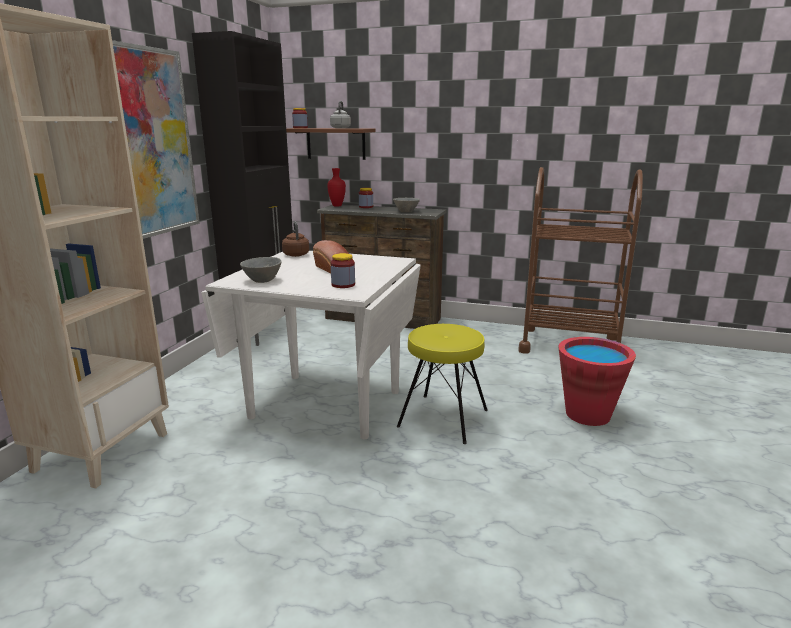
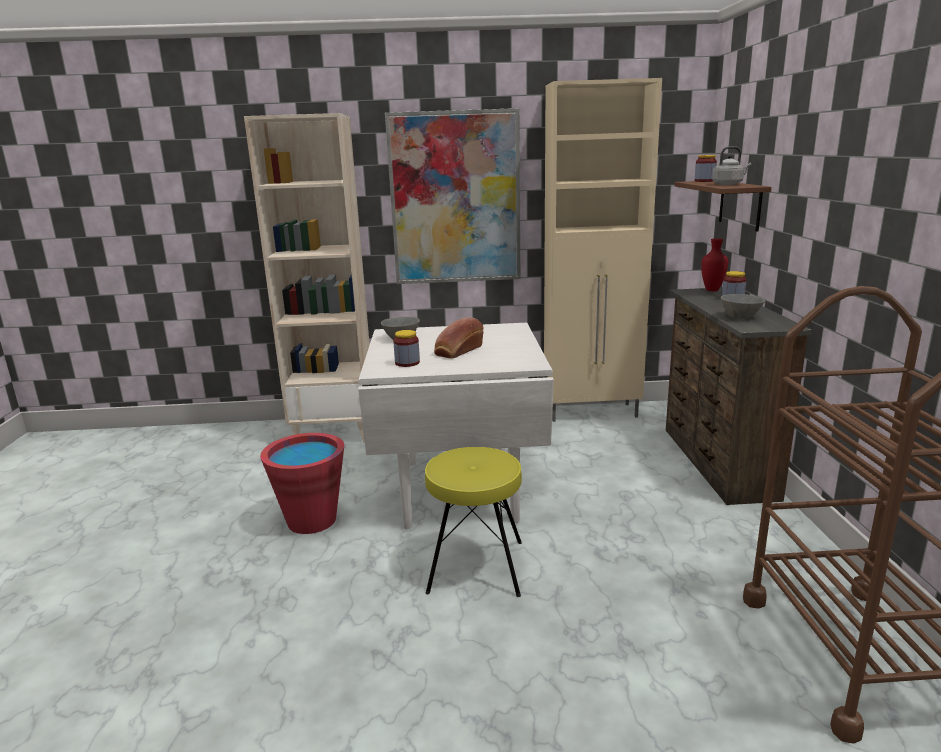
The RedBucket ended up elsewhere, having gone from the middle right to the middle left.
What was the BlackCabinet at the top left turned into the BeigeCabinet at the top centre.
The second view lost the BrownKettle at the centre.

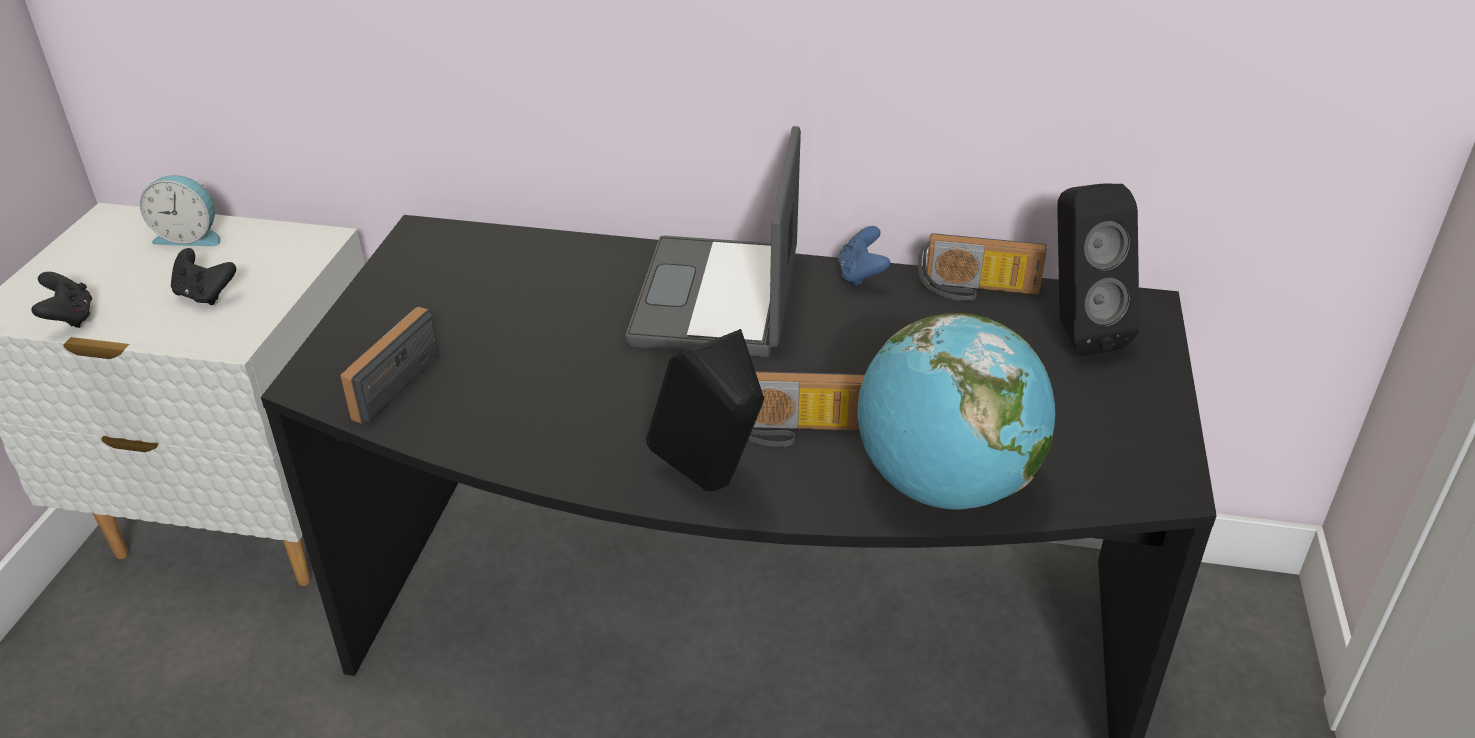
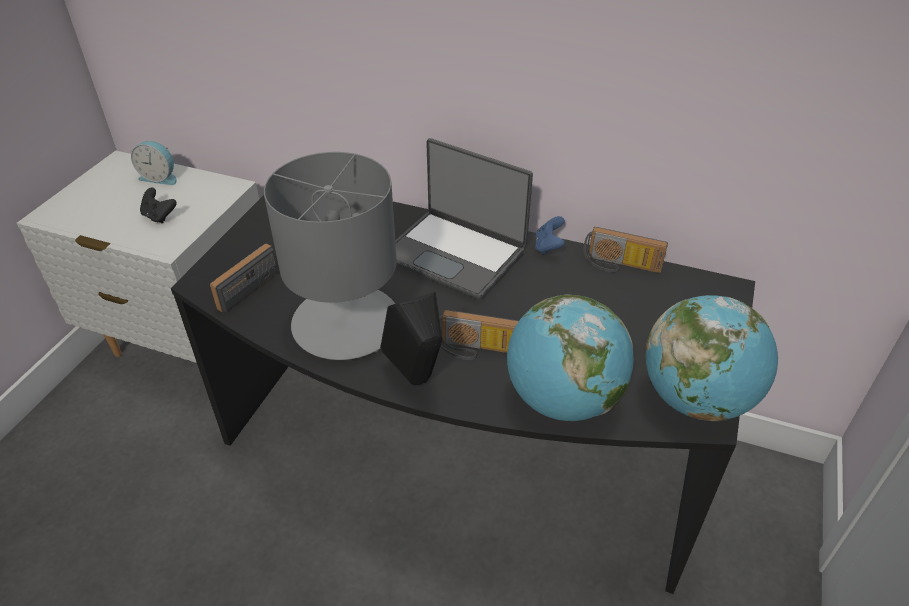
The second view gained the GreyTableLamp at the centre.
The Laptop at the top centre ended up facing another way, 75 degrees counterclockwise from before.
The second view gained the Globe (2nd from left) at the middle right.
The second view lost the BlackGameController (1st from left) at the middle left.
The second view lost the BlackSpeaker (2nd from left) at the middle right.

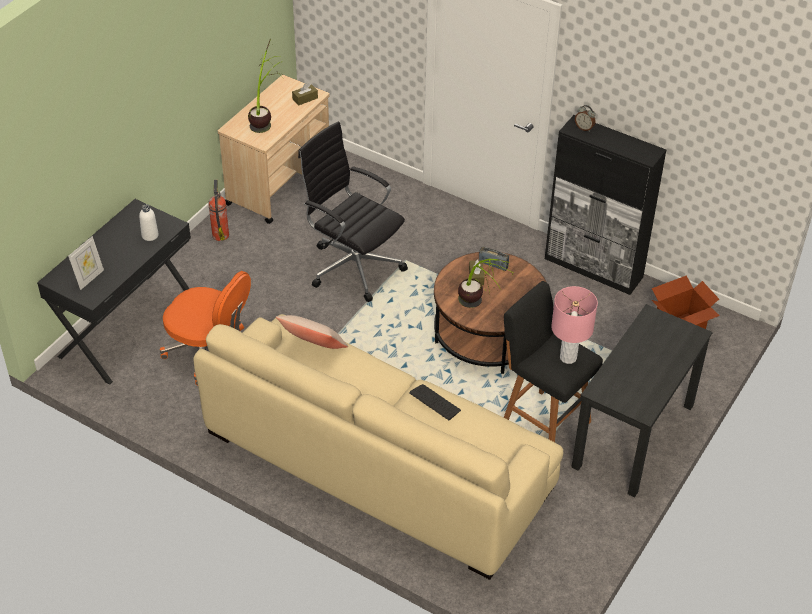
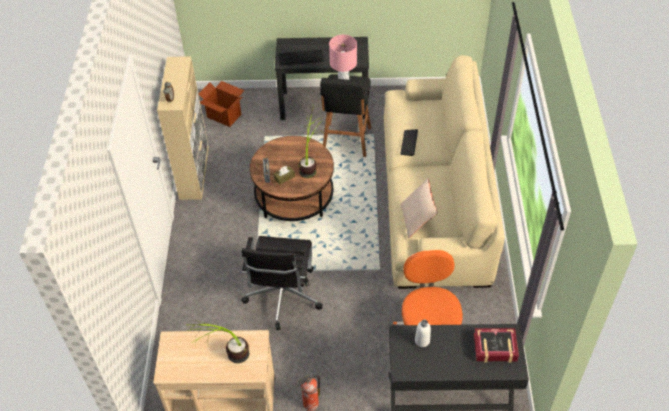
What was the BlackCabinet at the middle right turned into the BeigeCabinet at the top left.
The second view gained the Keyboard (1st from left) at the top centre.
Where the PictureFrame stood at the middle left, the Book came to stand at the bottom right.
The second view lost the BrownTissueBox (1st from left) at the top centre.

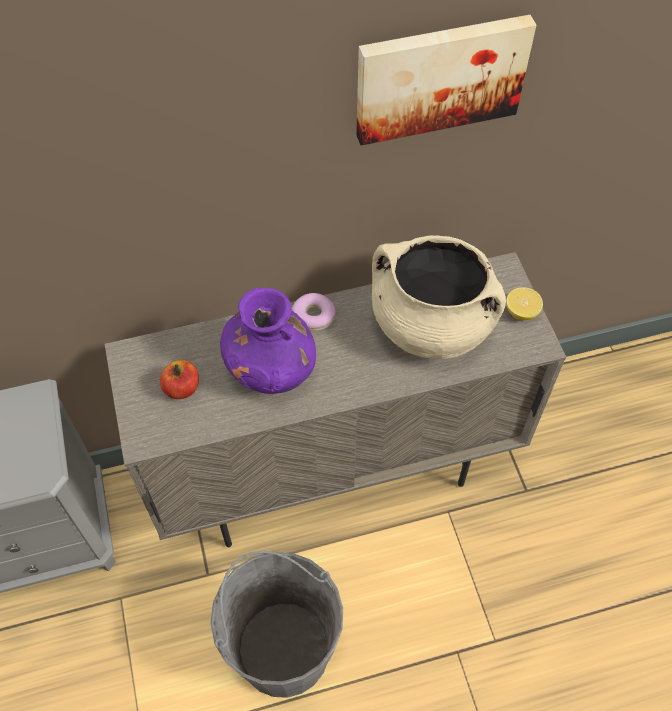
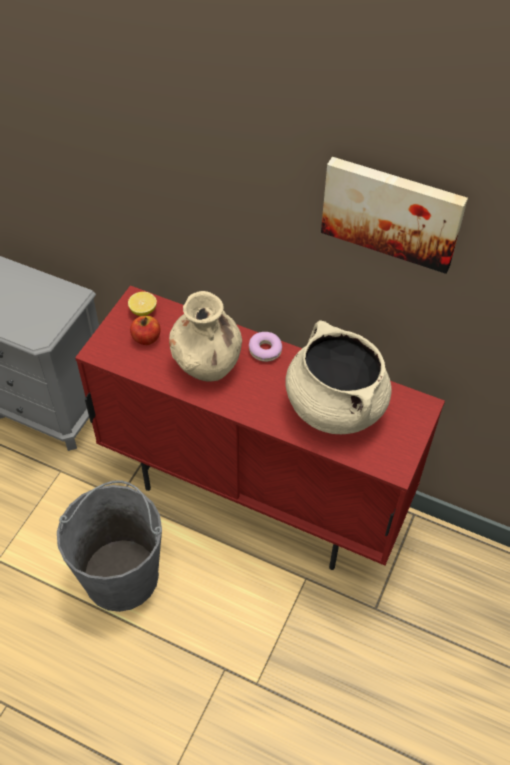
What was the BeigeCabinet at the centre turned into the RedCabinet at the centre.
The Lemon ended up elsewhere, having gone from the middle right to the middle left.
What was the PurpleVase at the centre turned into the BeigeVase at the centre.

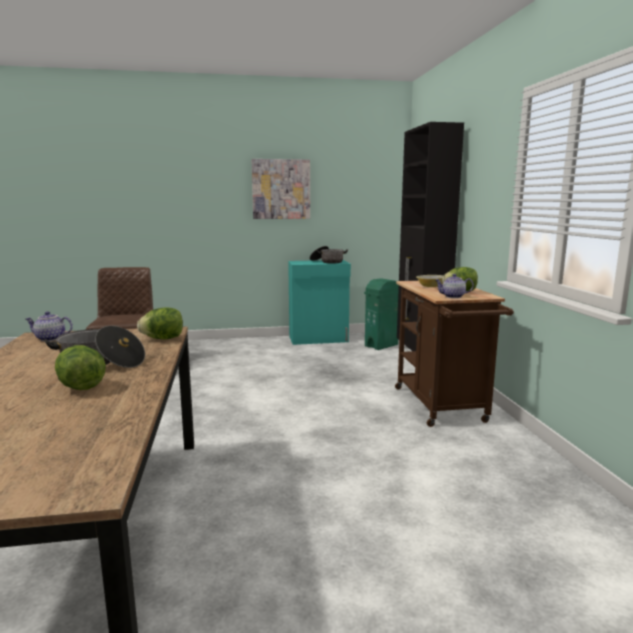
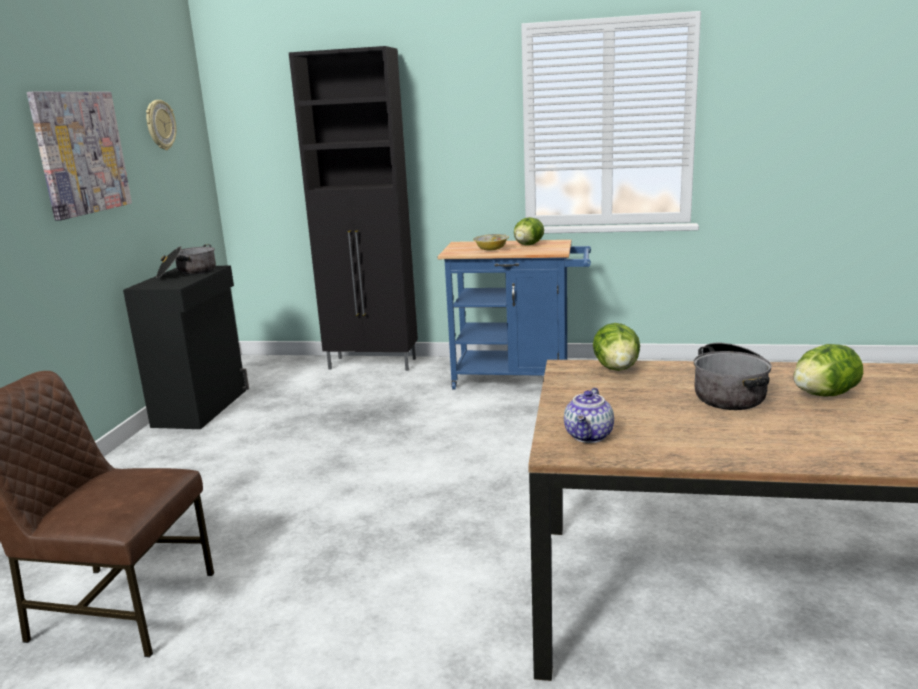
What was the TurquoiseCabinet at the centre turned into the BlackCabinet (1st from left) at the middle left.
The second view gained the WallClock at the top left.
What was the BrownCart at the middle right turned into the BlueCart at the centre.
The second view lost the GreenTrashCan at the centre.
The second view lost the Teapot (2nd from left) at the middle right.

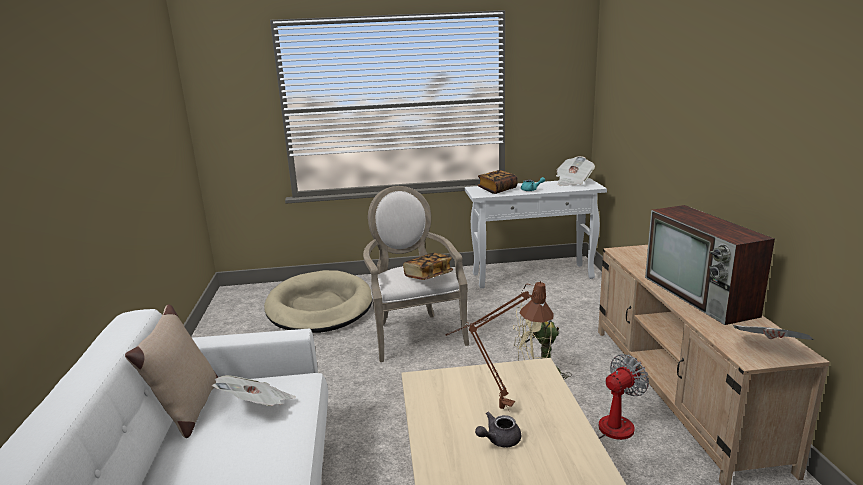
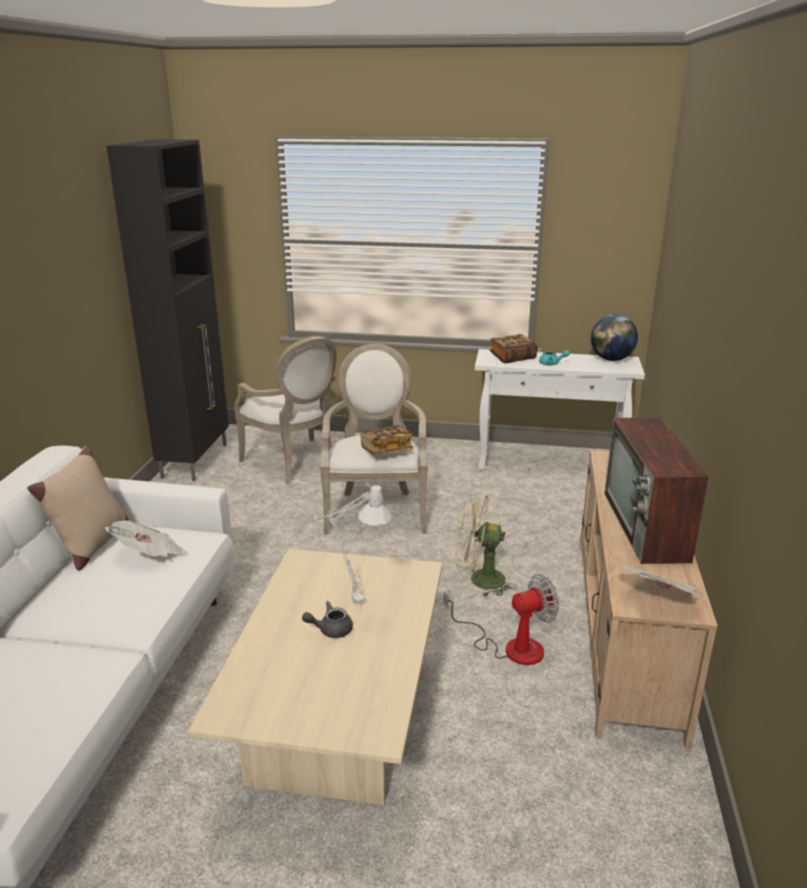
The second view gained the BlackCabinet at the middle left.
Where the BeigeDogBed stood at the centre, the Armchair (1st from left) came to stand at the centre.
What was the BrownTableLamp at the bottom centre turned into the GreyTableLamp at the centre.
Where the Newspaper (2nd from left) stood at the centre, the Globe came to stand at the middle right.

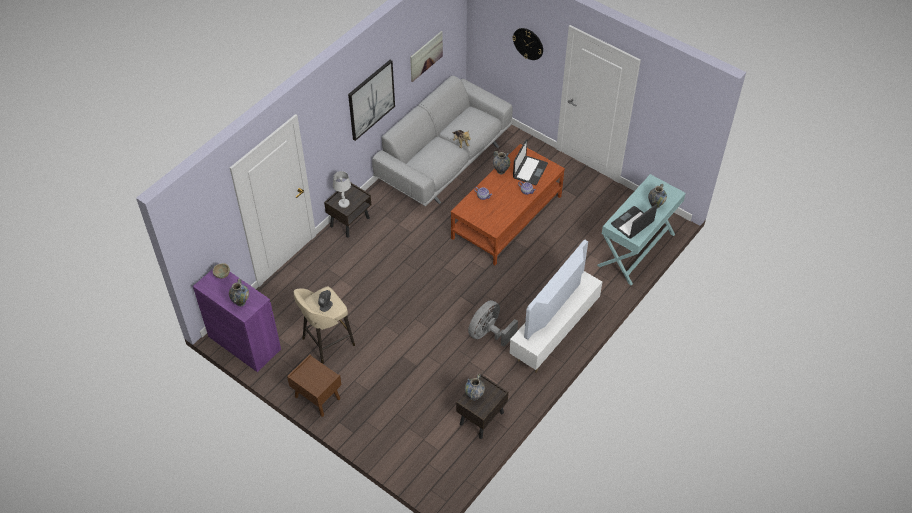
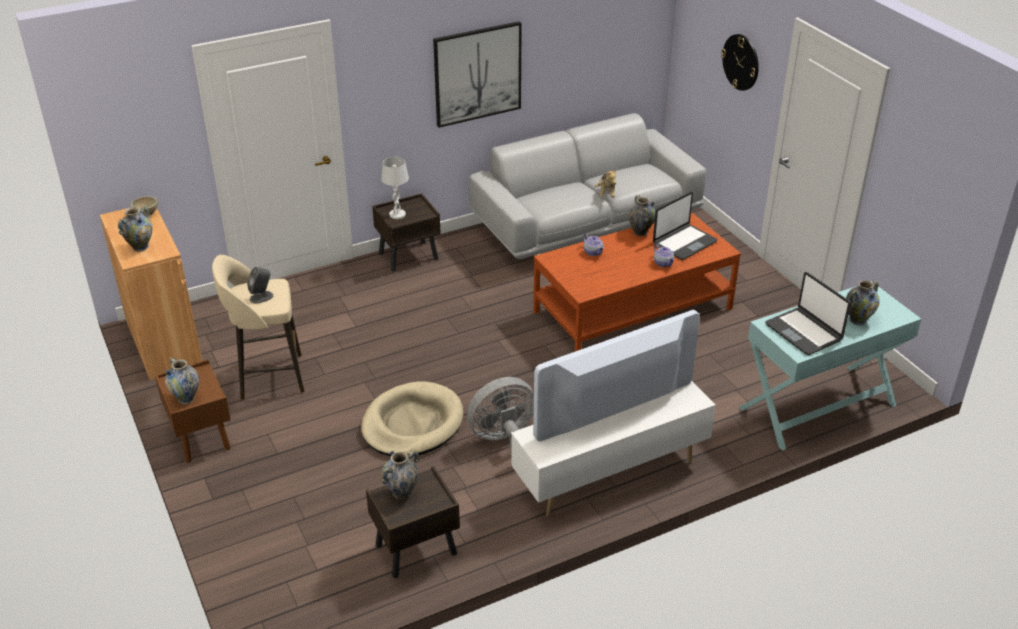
What was the PurpleCabinet at the middle left turned into the BrownCabinet at the middle left.
The second view gained the Vase (2nd from left) at the middle left.
The second view gained the BeigeDogBed at the centre.
The Laptop (2nd from left) at the middle right ended up facing another way, 105 degrees counterclockwise from before.
The second view lost the Picture (2nd from left) at the top centre.

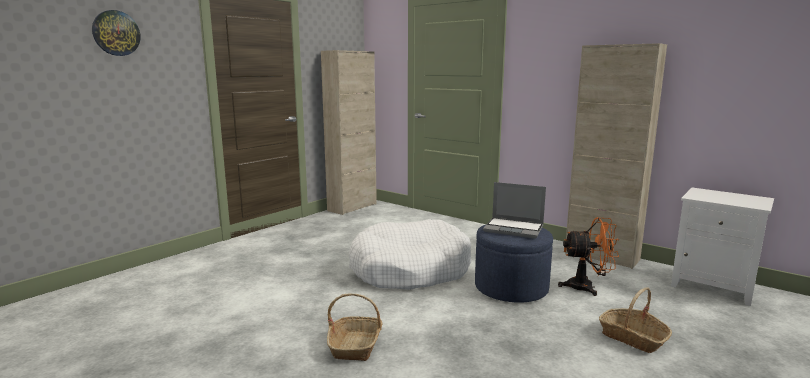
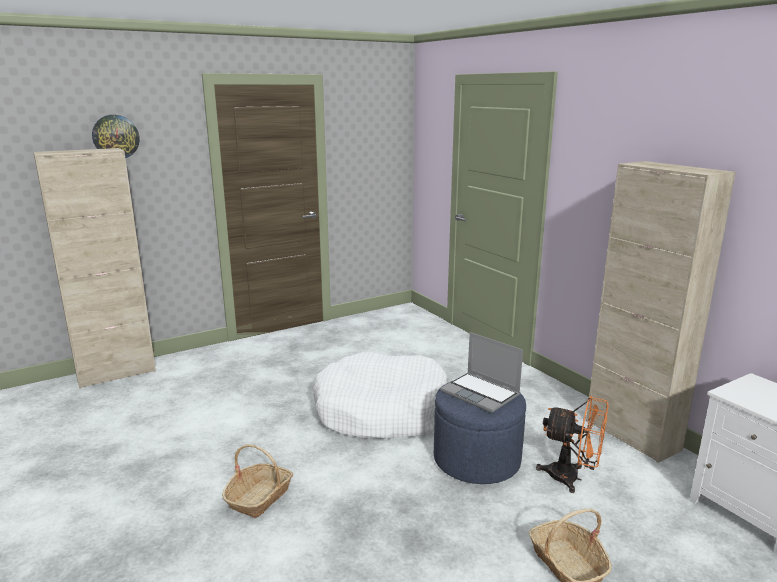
The BeigeCabinet (1st from left) ended up elsewhere, having gone from the centre to the middle left.

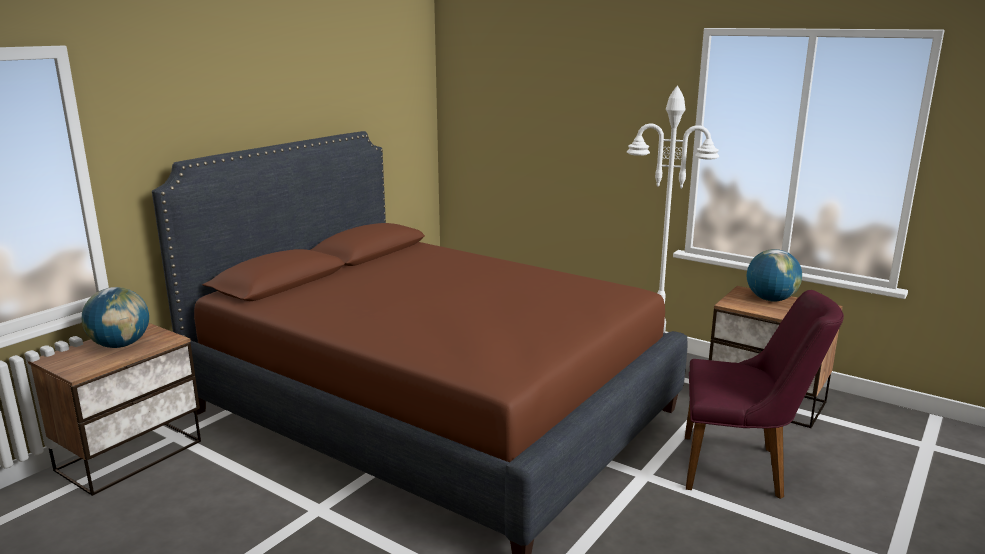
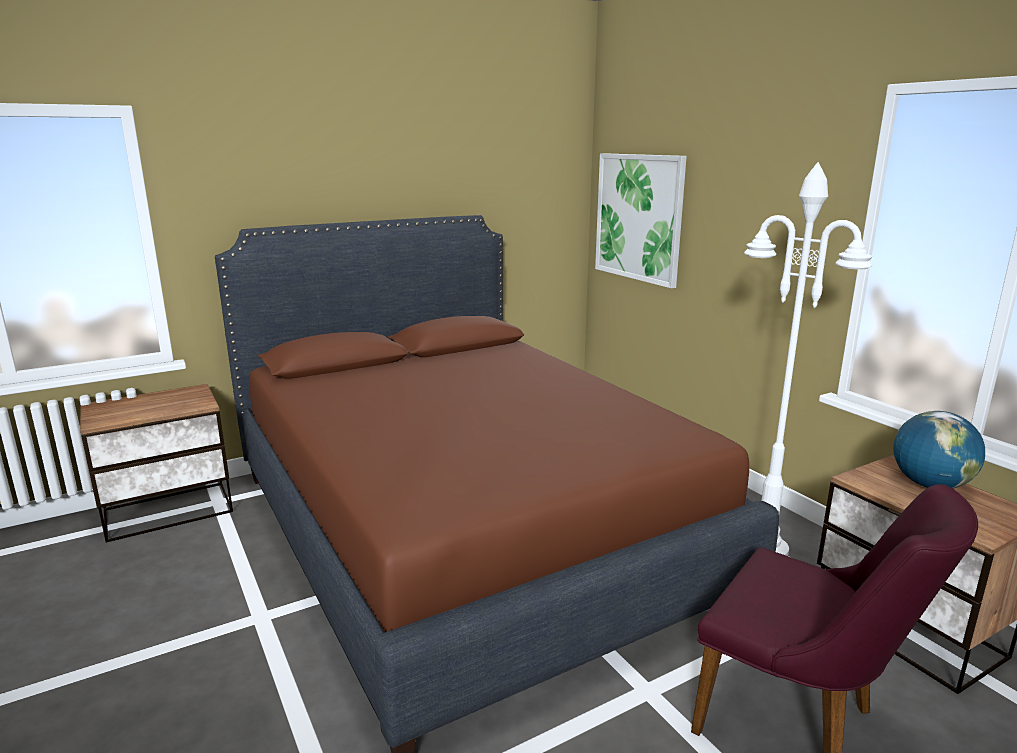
The second view gained the Picture at the top centre.
The second view lost the Globe (1st from left) at the middle left.

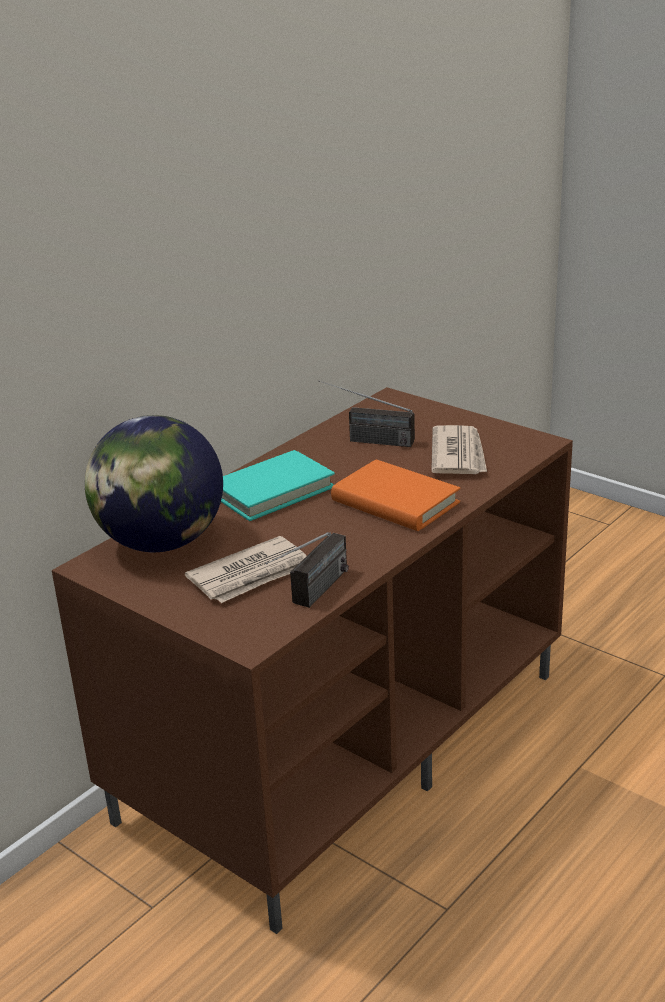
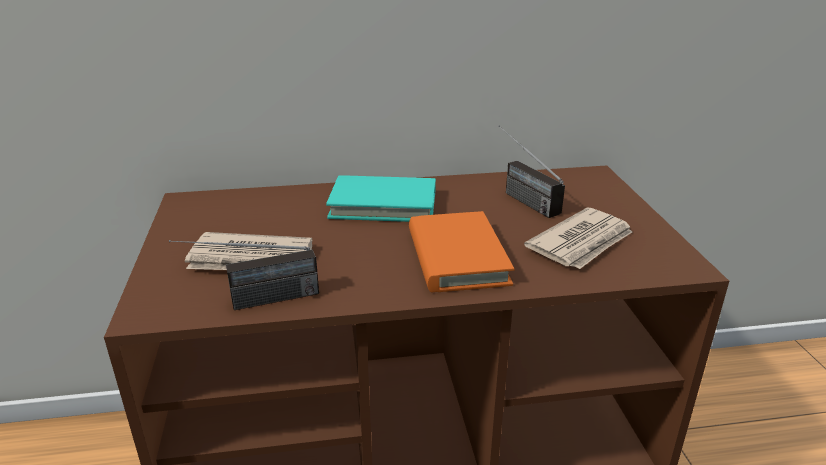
The second view lost the Globe at the middle left.

